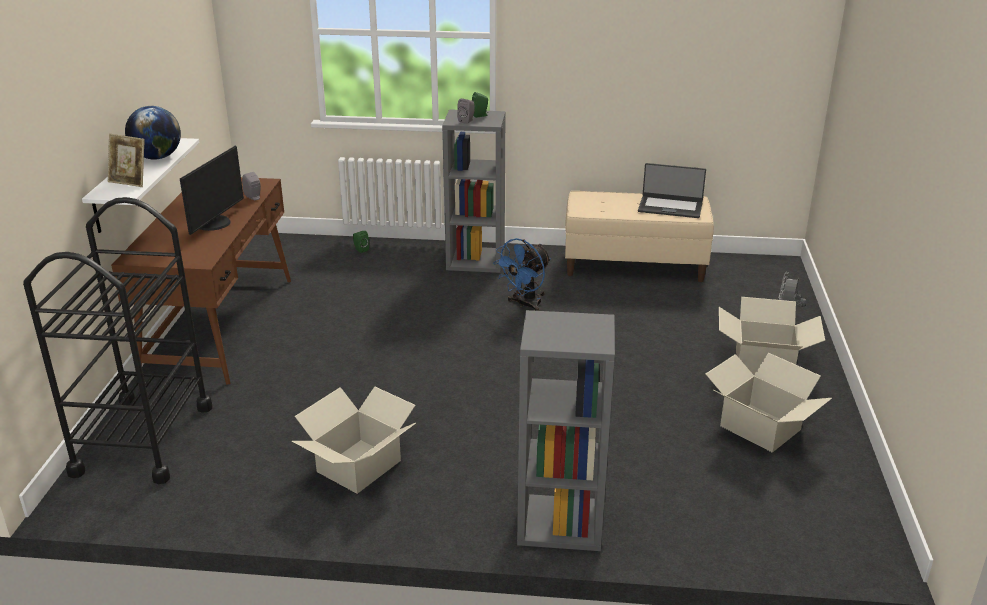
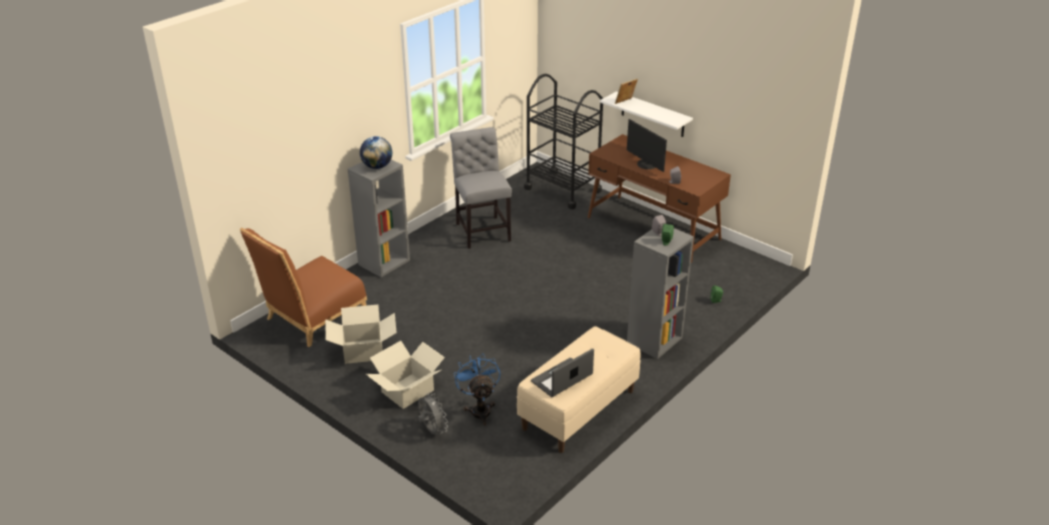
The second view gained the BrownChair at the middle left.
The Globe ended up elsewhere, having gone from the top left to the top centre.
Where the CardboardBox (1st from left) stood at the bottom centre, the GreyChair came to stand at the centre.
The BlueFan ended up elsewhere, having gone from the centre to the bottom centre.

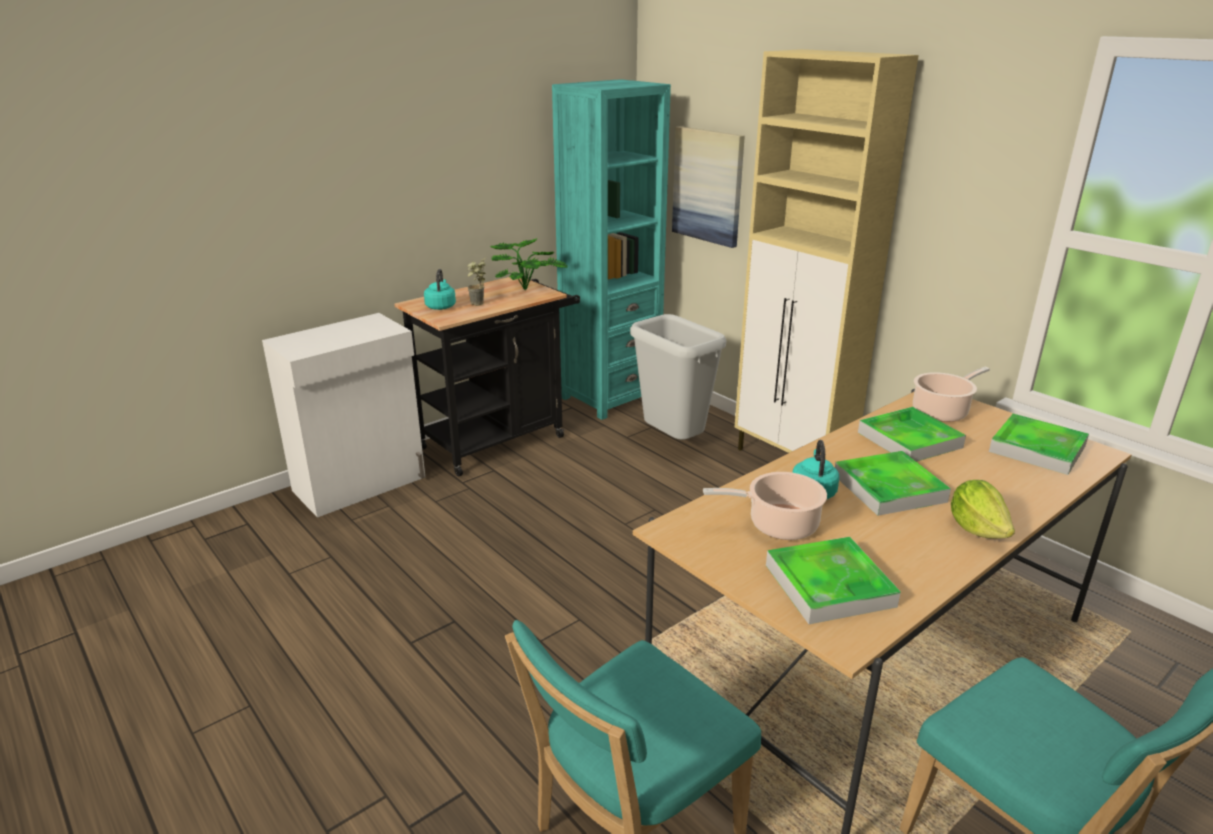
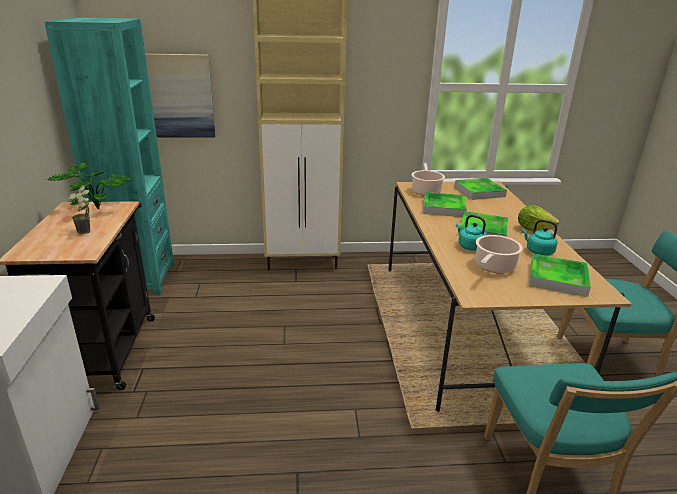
The TurquoiseKettle (1st from left in the first image) ended up elsewhere, having gone from the centre to the middle right.
The second view lost the GreyTrashCan at the centre.

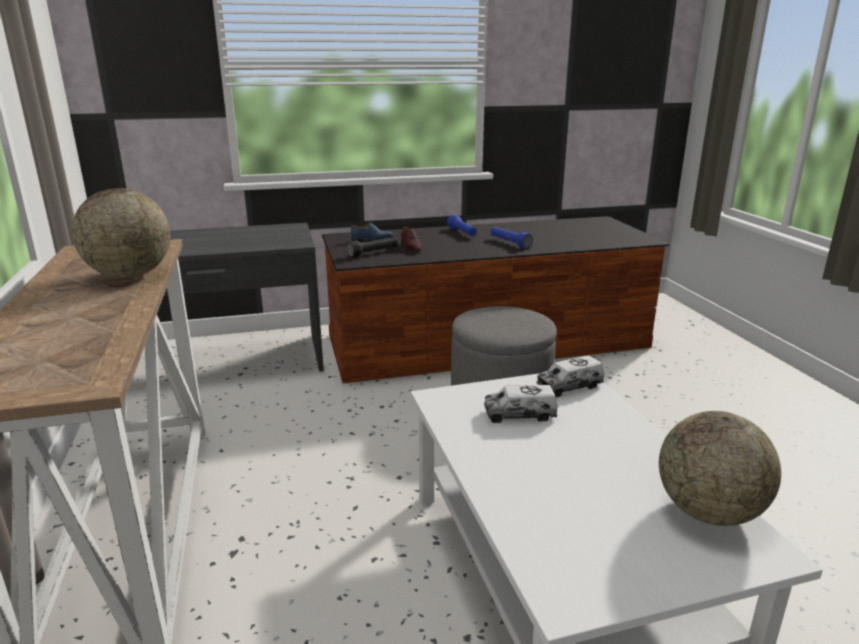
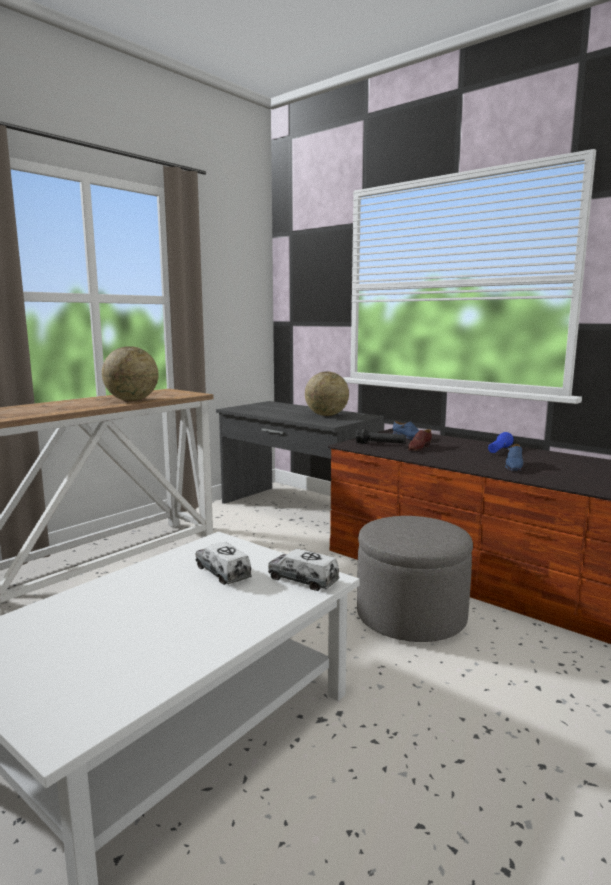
The Globe (2nd from left) ended up elsewhere, having gone from the bottom right to the centre.
Where the BlueFlashlight (2nd from left) stood at the centre, the BlueShoe (2nd from left) came to stand at the middle right.

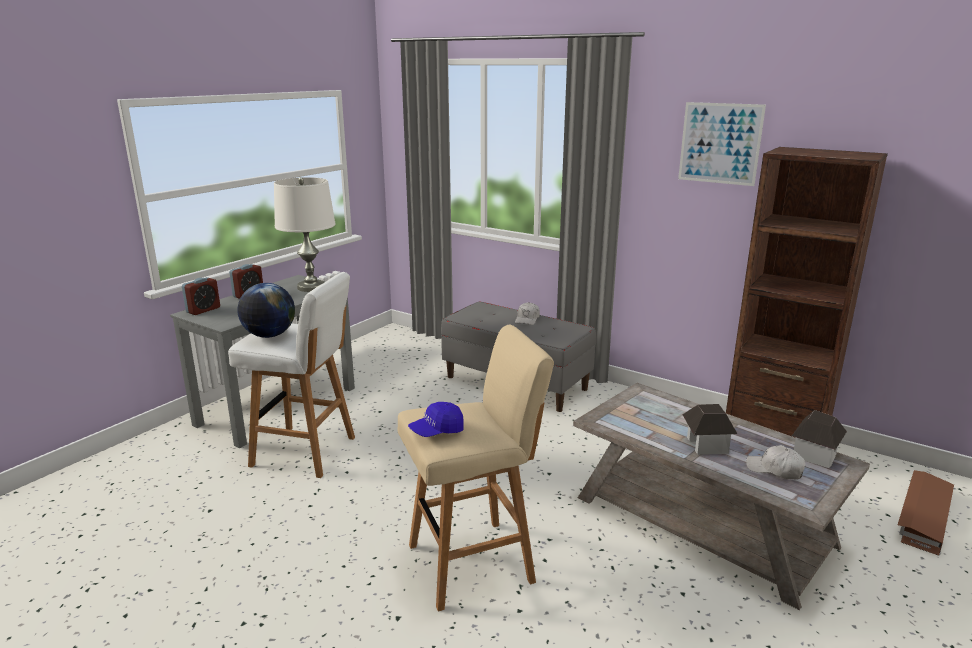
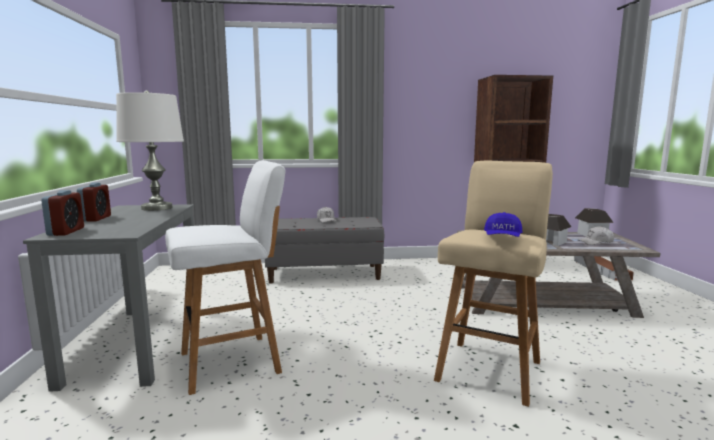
The second view lost the Globe at the middle left.
The second view lost the Picture at the top right.

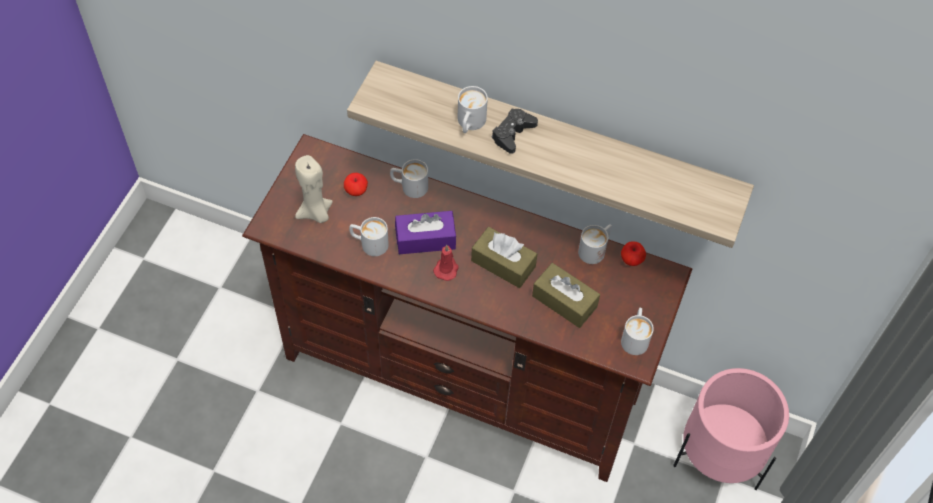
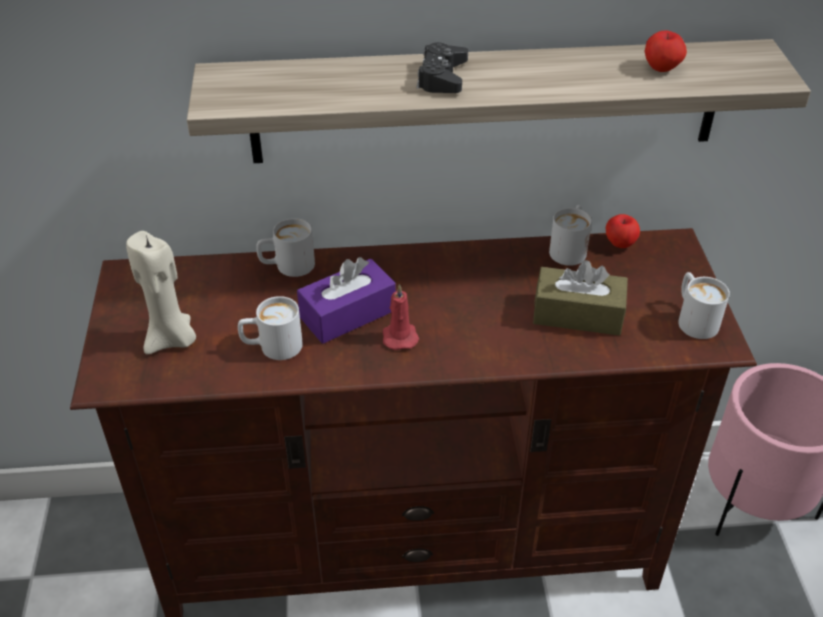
The Apple (1st from left in the first image) ended up elsewhere, having gone from the centre to the top right.
The second view lost the WhiteMug (3rd from left) at the top centre.
The second view lost the BrownTissueBox (1st from left) at the centre.

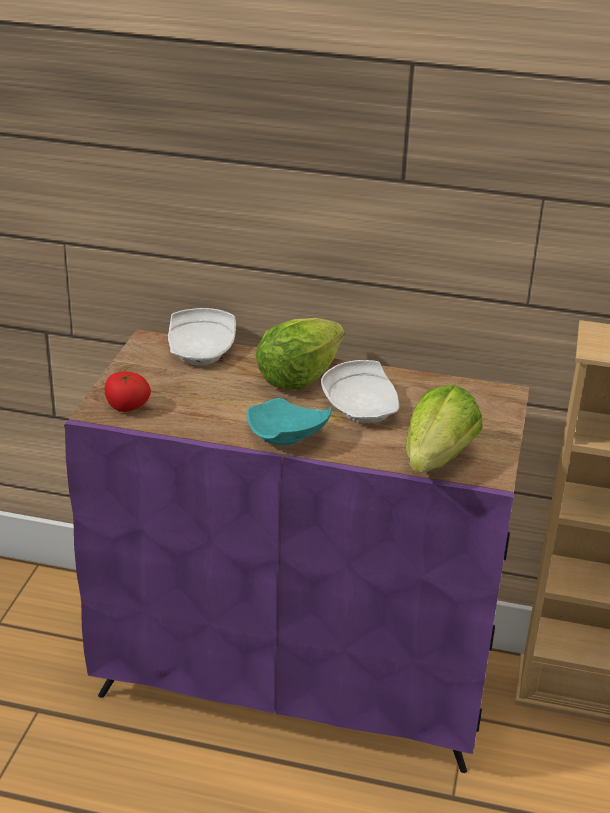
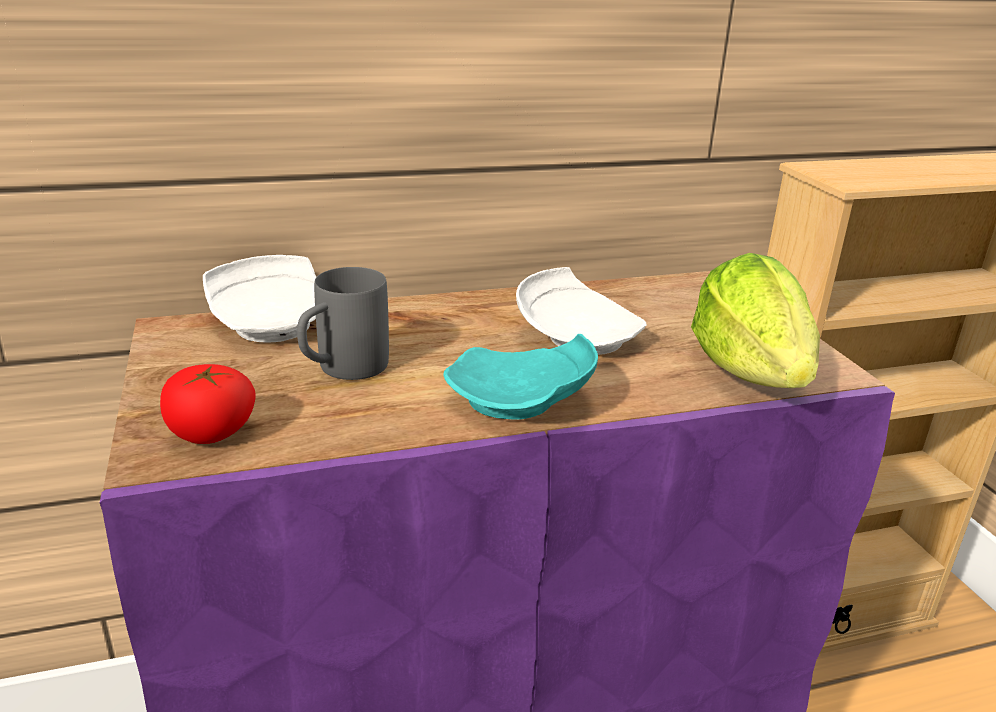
The second view gained the GreyMug at the centre.
The second view lost the Lettuce (1st from left) at the centre.

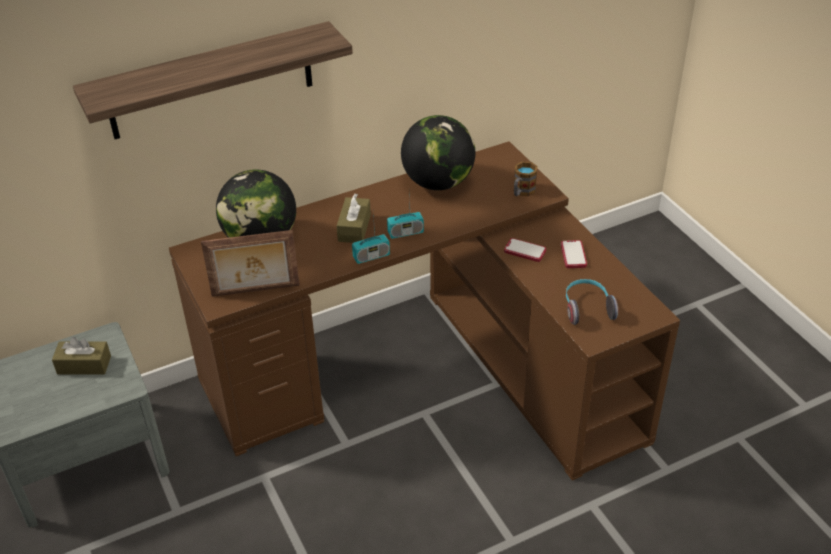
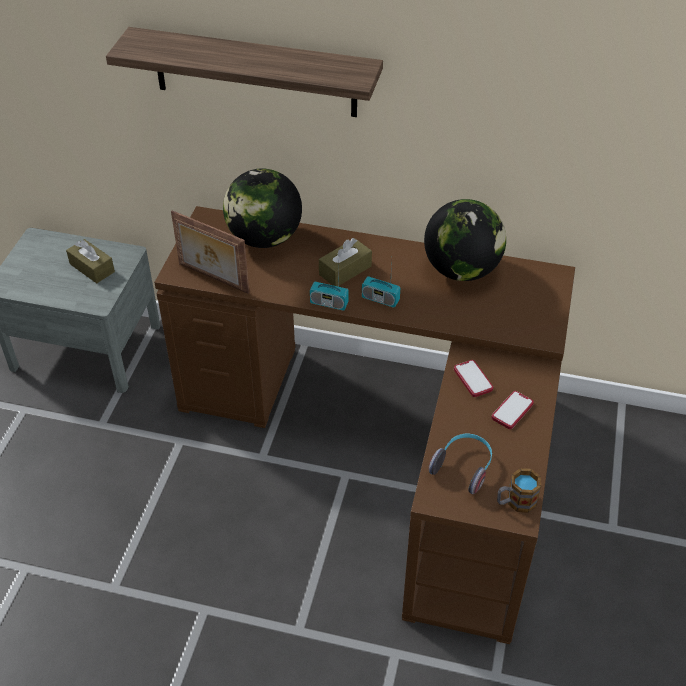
The Mug ended up elsewhere, having gone from the top centre to the bottom right.

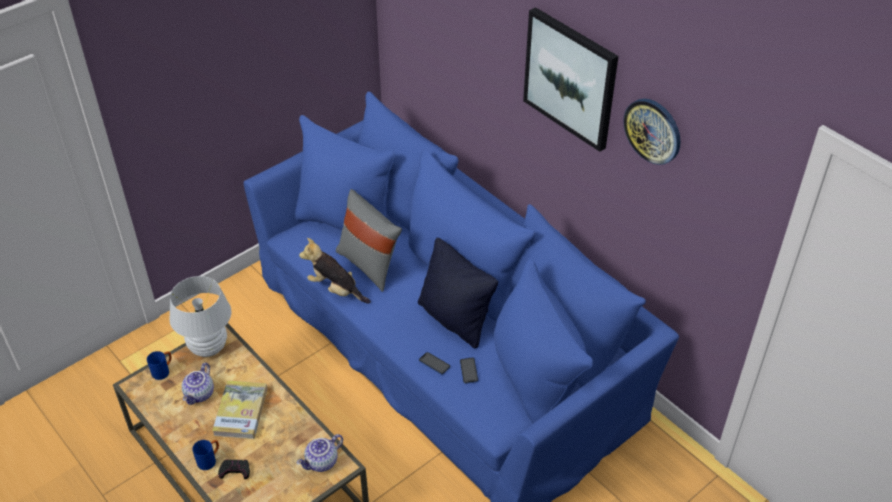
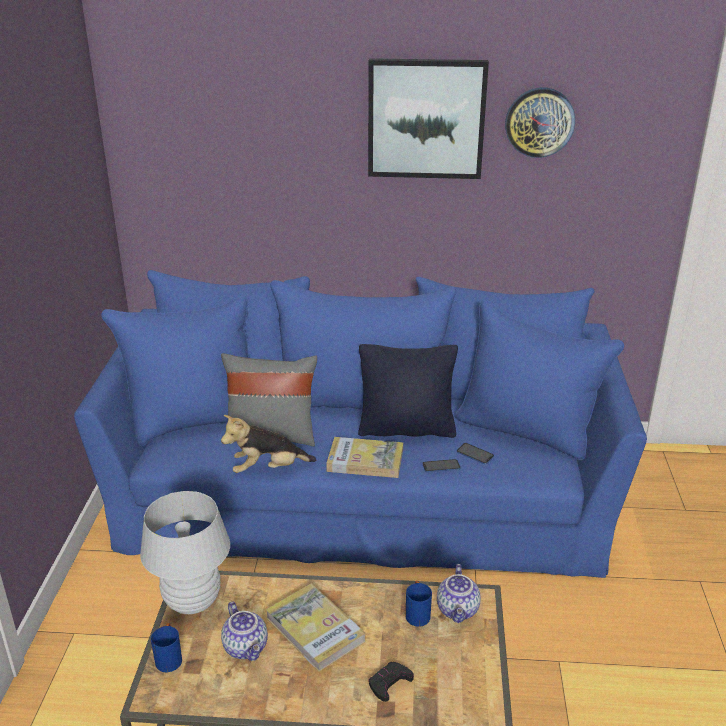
The second view gained the Book (2nd from left) at the centre.
The BlueMug (2nd from left) ended up elsewhere, having gone from the bottom left to the bottom centre.

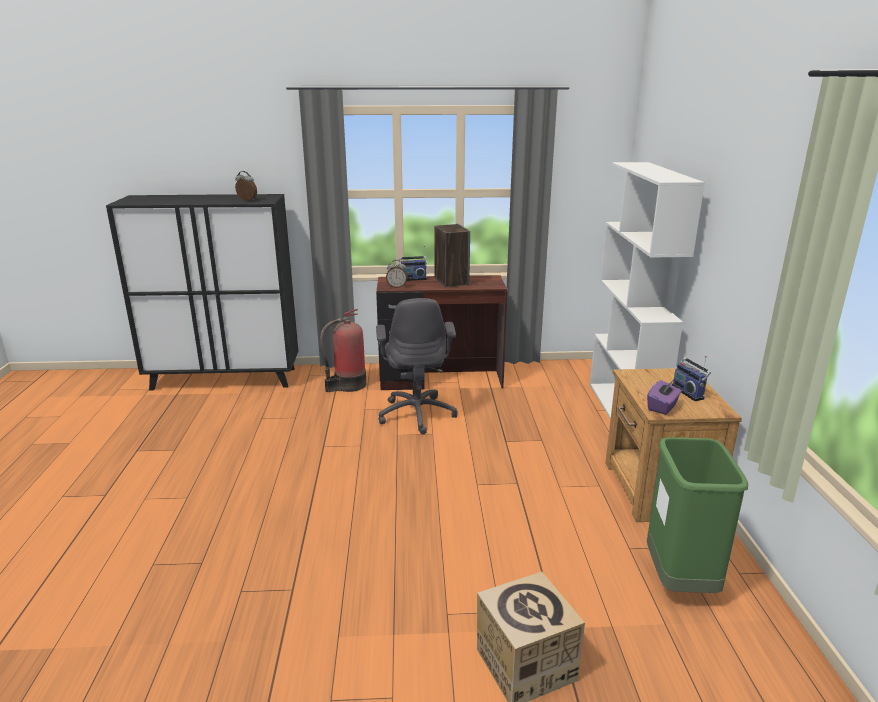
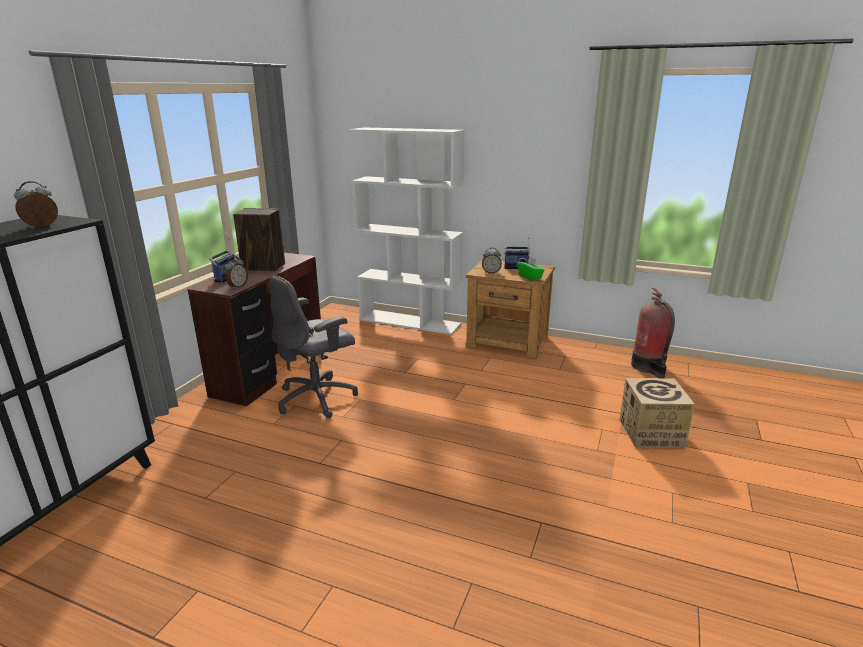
The GreyOfficeChair at the centre ended up facing another way, 120 degrees clockwise from before.
The second view gained the AlarmClock (3rd from left) at the centre.
What was the PurpleTissueBox at the middle right turned into the GreenTissueBox at the centre.
The FireExtinguisher ended up elsewhere, having gone from the centre to the middle right.
The second view lost the GreenTrashCan at the bottom right.

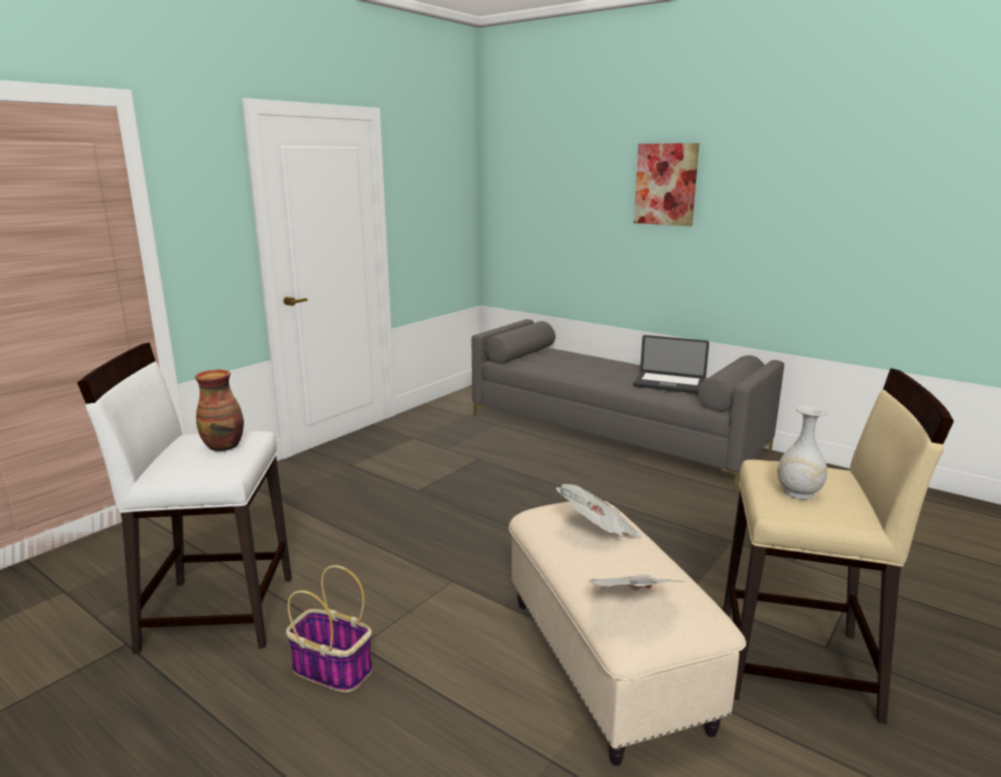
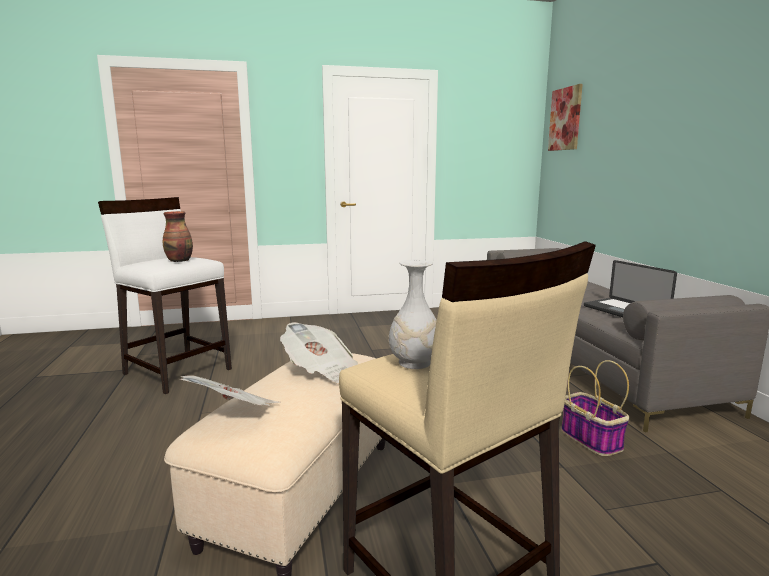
The Picture ended up elsewhere, having gone from the top centre to the top right.
The Basket ended up elsewhere, having gone from the bottom left to the bottom right.

